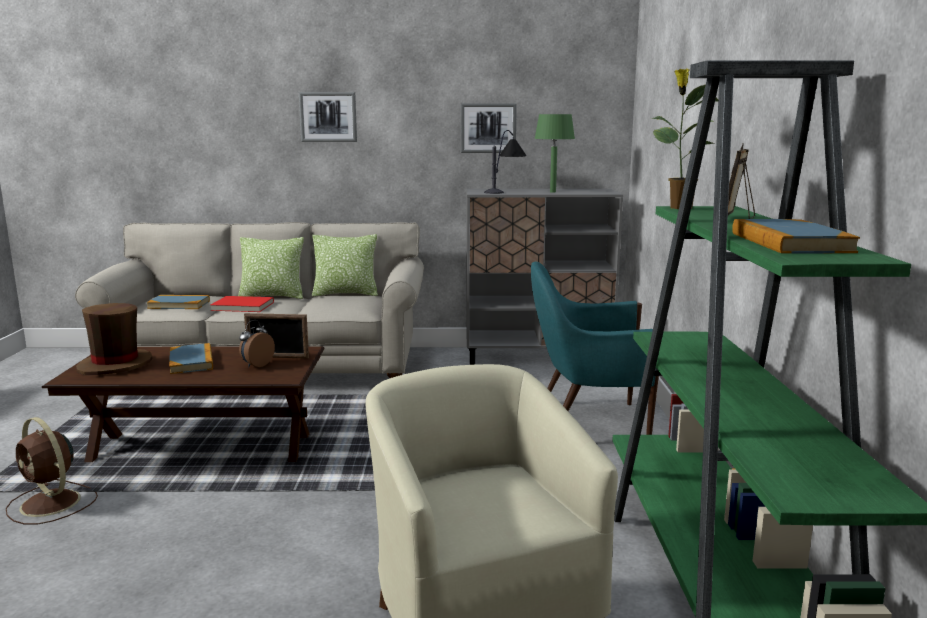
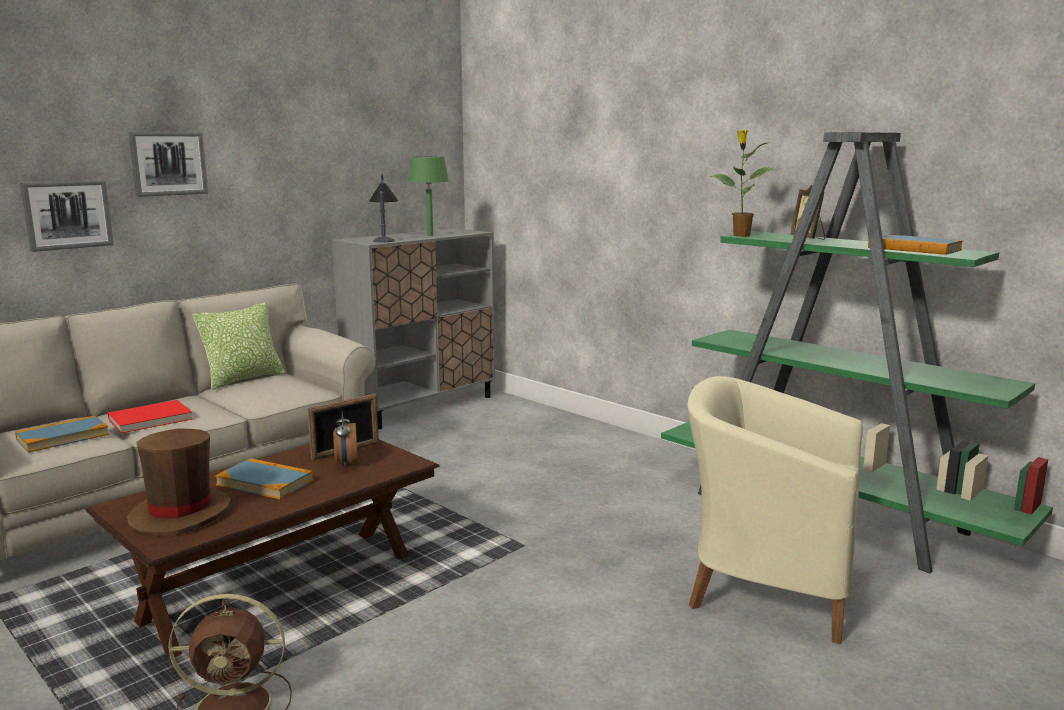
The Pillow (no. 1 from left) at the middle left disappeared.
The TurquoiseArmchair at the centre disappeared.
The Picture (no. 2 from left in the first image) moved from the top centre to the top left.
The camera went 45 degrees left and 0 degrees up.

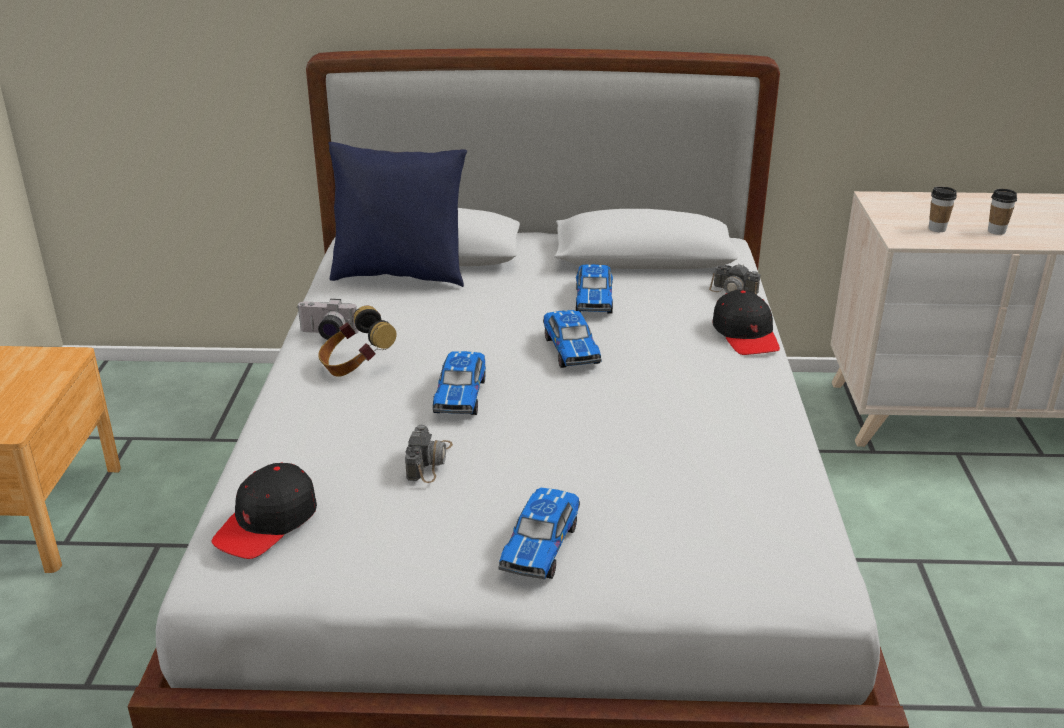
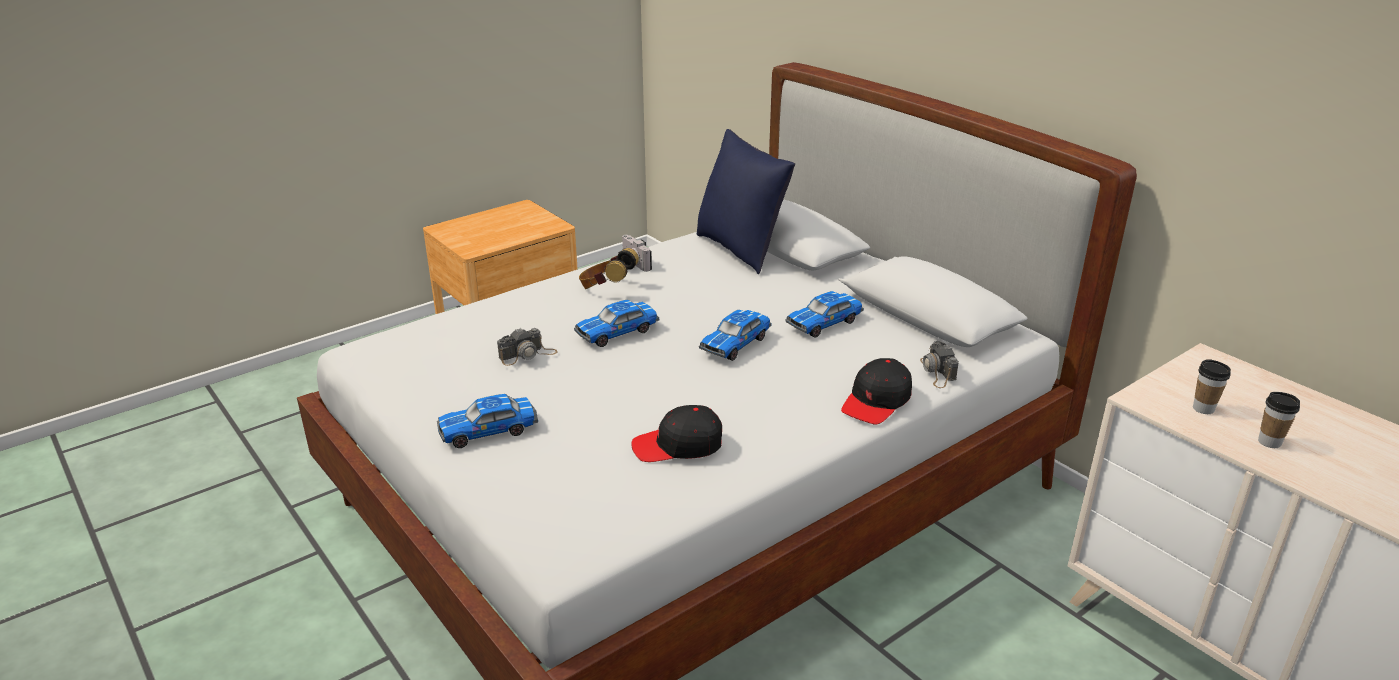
The BlackCap (no. 1 from left) moved from the bottom left to the centre.
The camera went 50 degrees right and 0 degrees up.

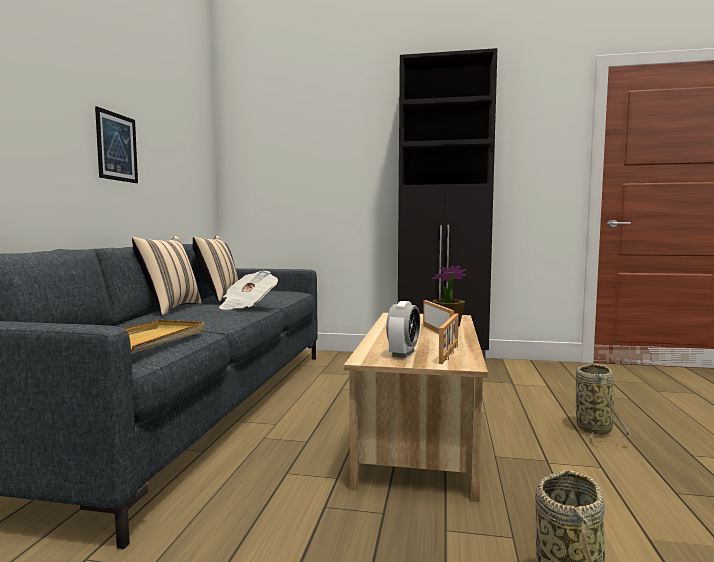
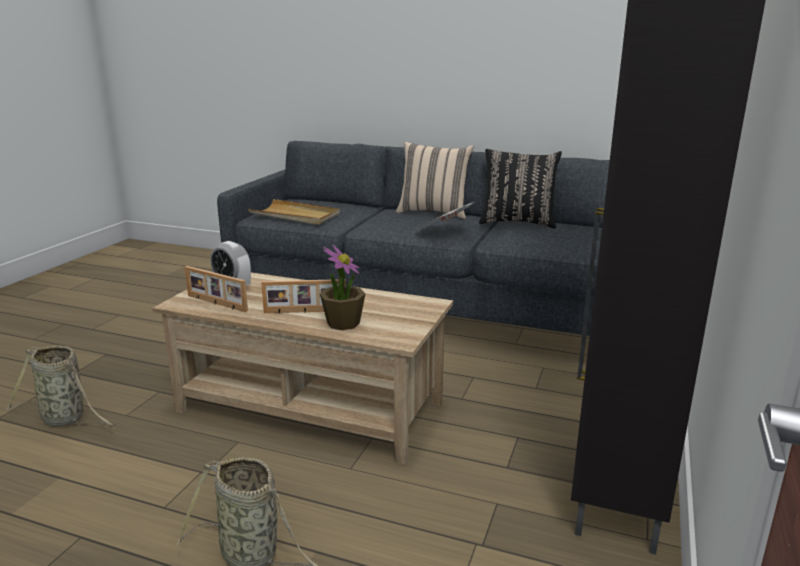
The Picture at the top left disappeared.
The BeigePillow (no. 2 from left) at the middle left became the BlackPillow at the centre.
The camera went 100 degrees right and 15 degrees up.

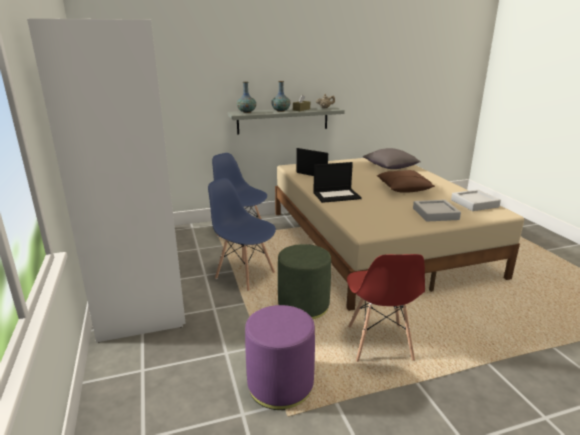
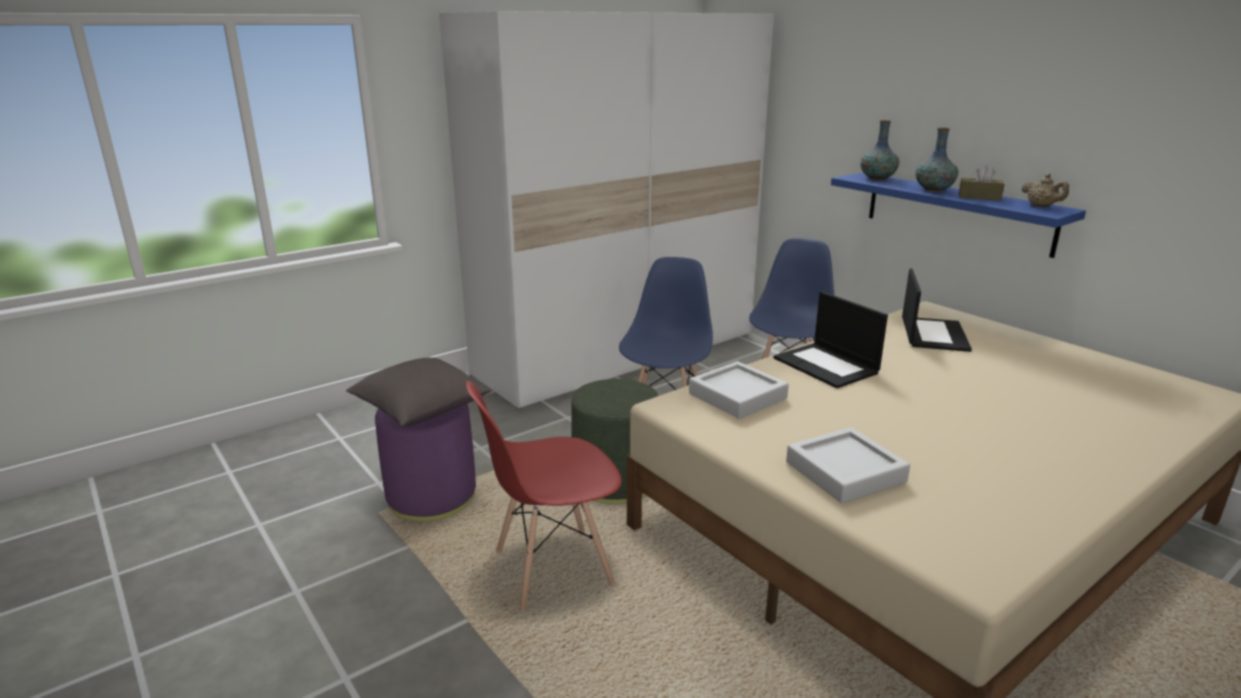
The BrownPillow at the middle right disappeared.
The GreyPillow moved from the middle right to the centre.
The GreyTray (no. 2 from left in the first image) moved from the middle right to the centre.
The GreyShelf at the top centre became the BlueShelf at the top right.
The camera went 70 degrees right and 0 degrees up.

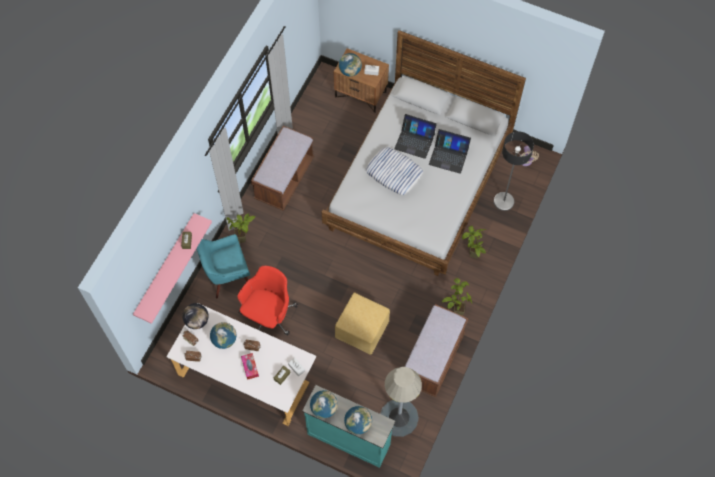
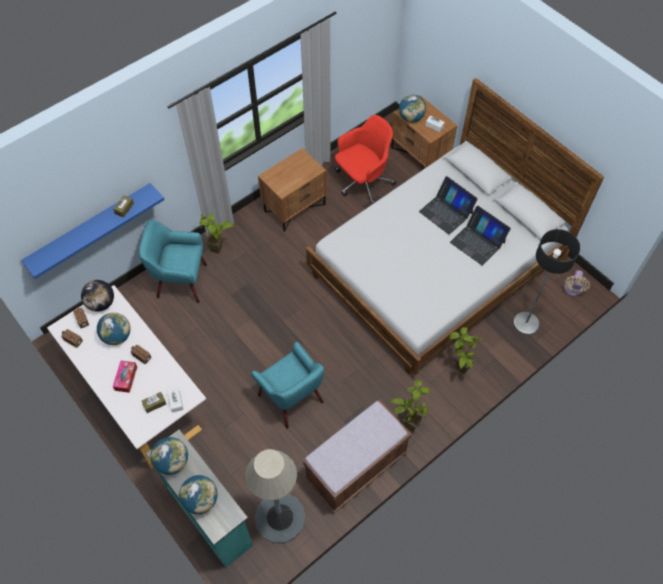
The Pillow at the centre disappeared.
The RedOfficeChair moved from the centre to the top centre.
The BrownBench (no. 1 from left) at the centre was replaced by the BrownNightstand (no. 1 from left) at the top centre.
The YellowOttoman at the bottom centre was replaced by the TurquoiseArmchair (no. 2 from left) at the centre.
The PinkShelf at the middle left became the BlueShelf at the middle left.
The camera went 25 degrees right and 5 degrees down.

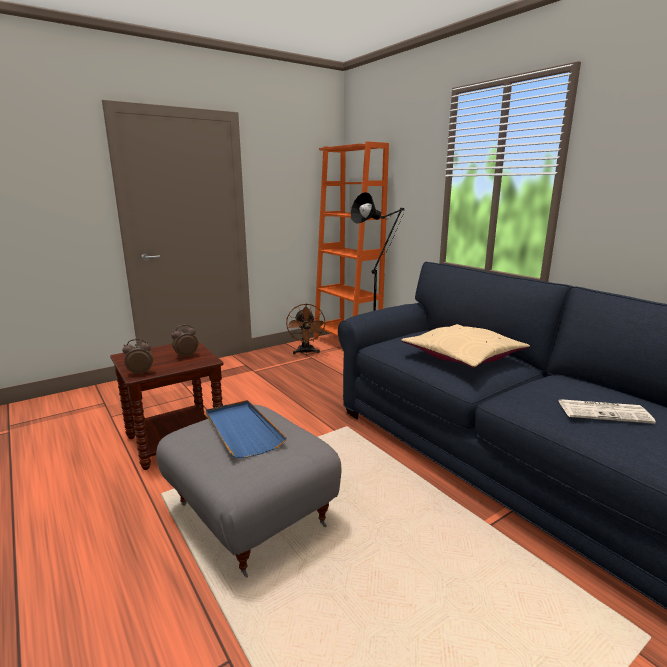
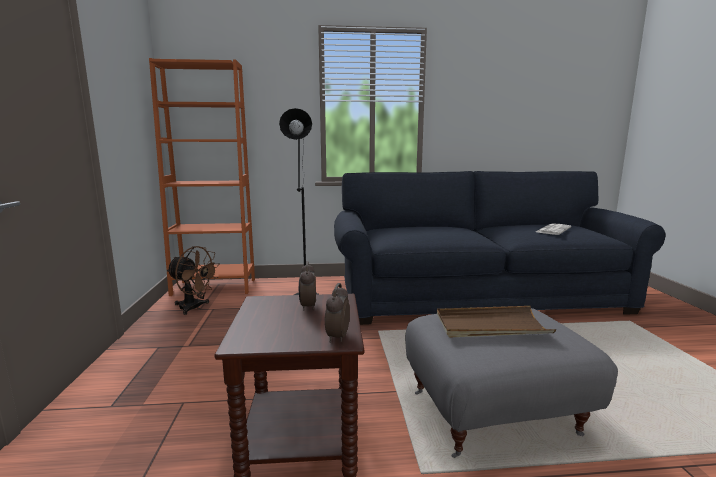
The BeigePillow at the middle right disappeared.
The BlueTray at the centre became the BrownTray at the bottom right.
The camera went 60 degrees left and 5 degrees down.

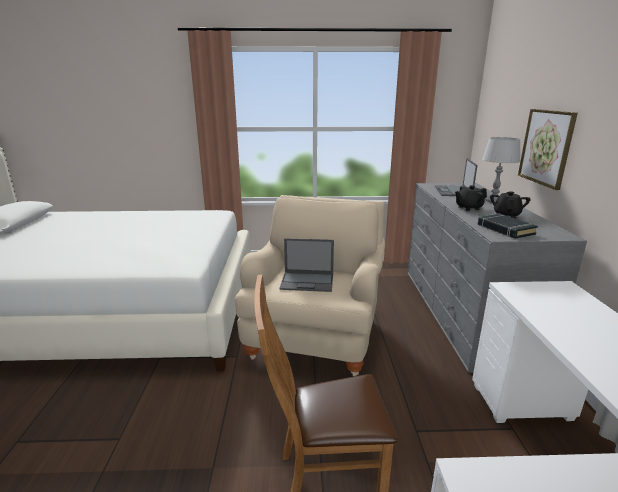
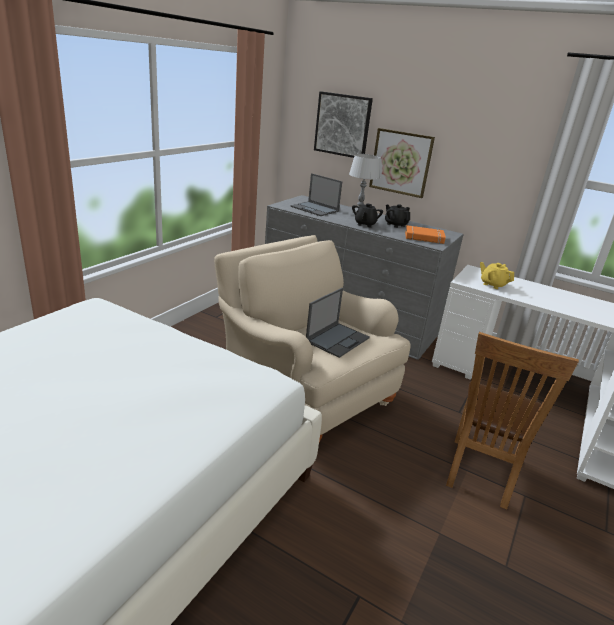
The Picture (no. 1 from left) at the top centre appeared.
The YellowTeapot at the middle right appeared.
The BlackBook at the middle right became the OrangeBook at the middle right.
The camera went 60 degrees left and 5 degrees up.

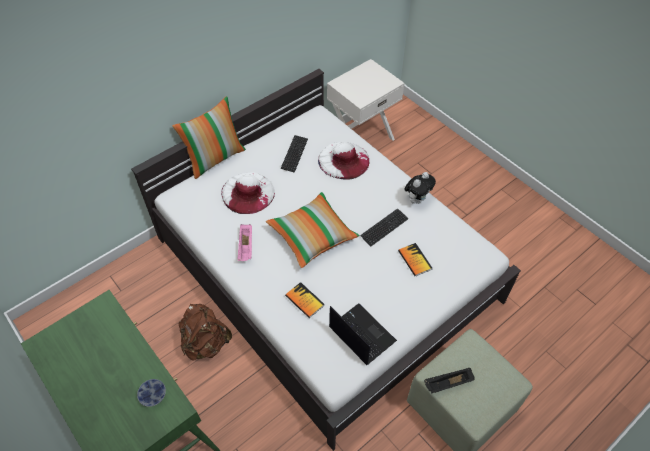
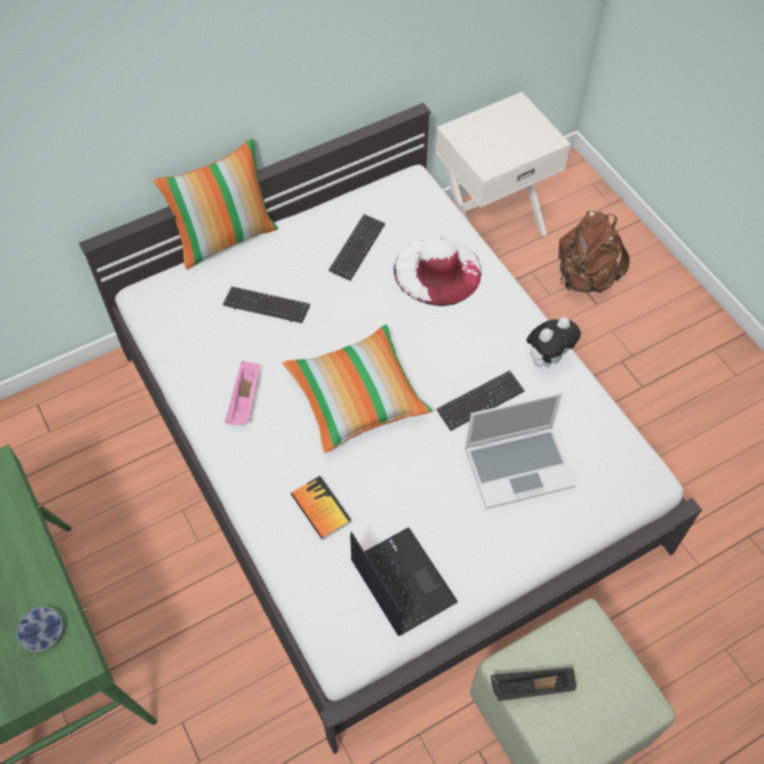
The BrownBackpack moved from the bottom left to the top right.
The WhiteHat (no. 1 from left) at the centre was replaced by the Keyboard (no. 1 from left) at the centre.
The Book (no. 2 from left) at the centre was replaced by the Laptop (no. 2 from left) at the middle right.
The camera went 10 degrees right and 5 degrees up.

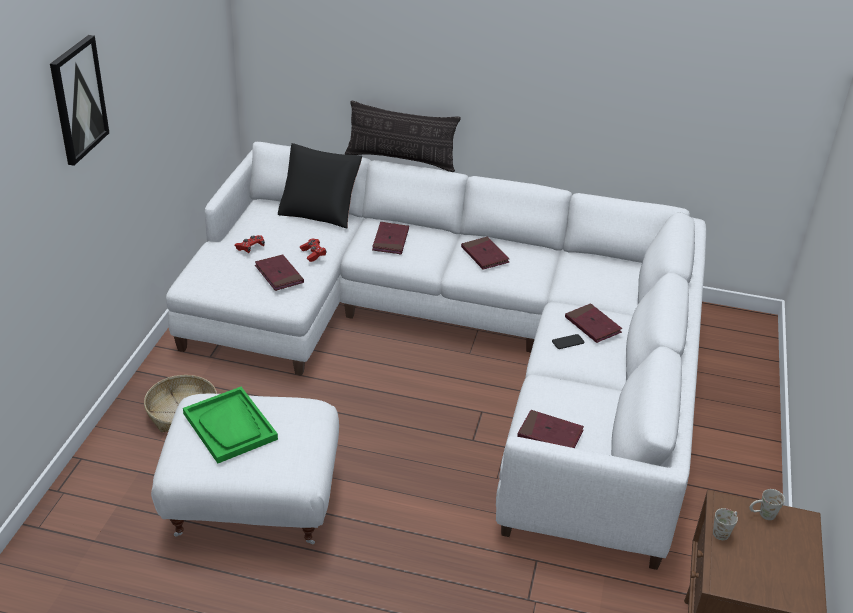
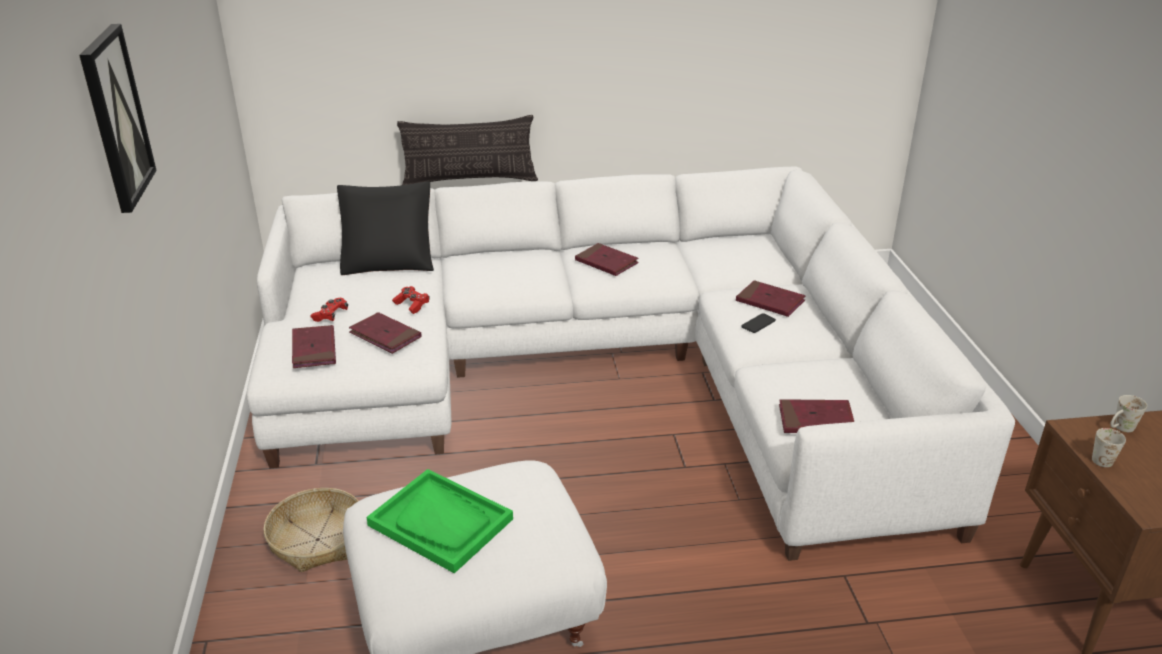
The RedBook (no. 2 from left in the first image) moved from the centre to the middle left.
The camera went 20 degrees left and 5 degrees down.

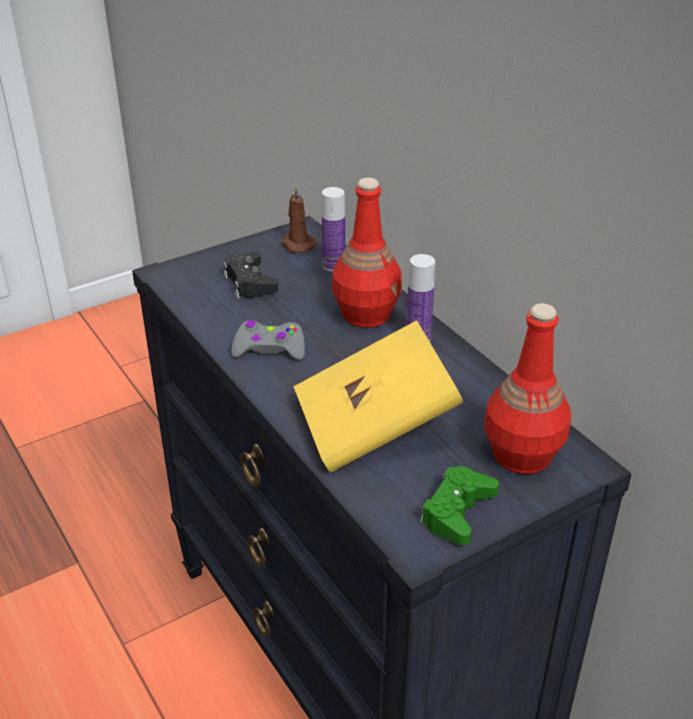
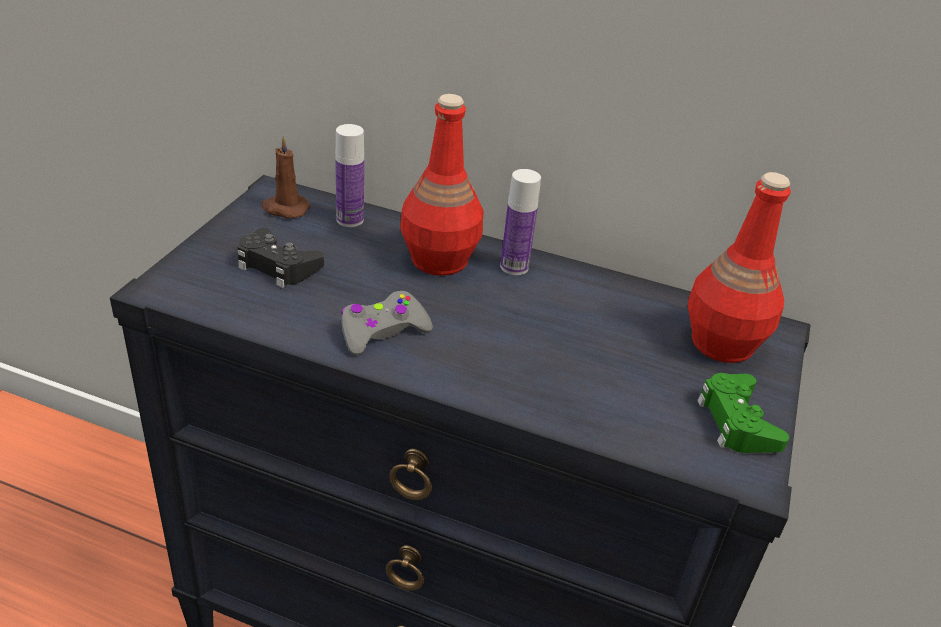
The YellowBook at the centre disappeared.
The camera went 40 degrees left and 0 degrees up.

